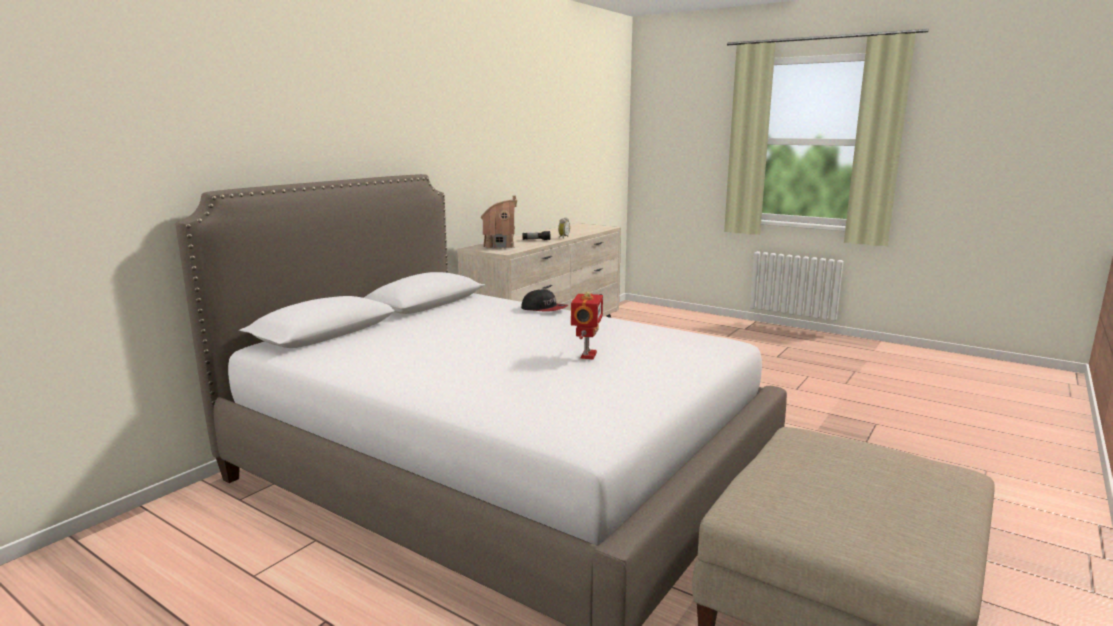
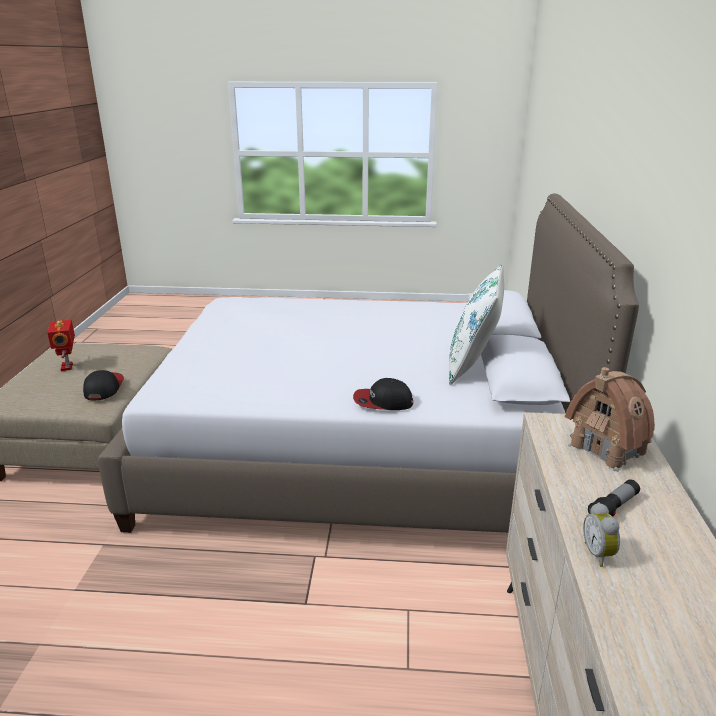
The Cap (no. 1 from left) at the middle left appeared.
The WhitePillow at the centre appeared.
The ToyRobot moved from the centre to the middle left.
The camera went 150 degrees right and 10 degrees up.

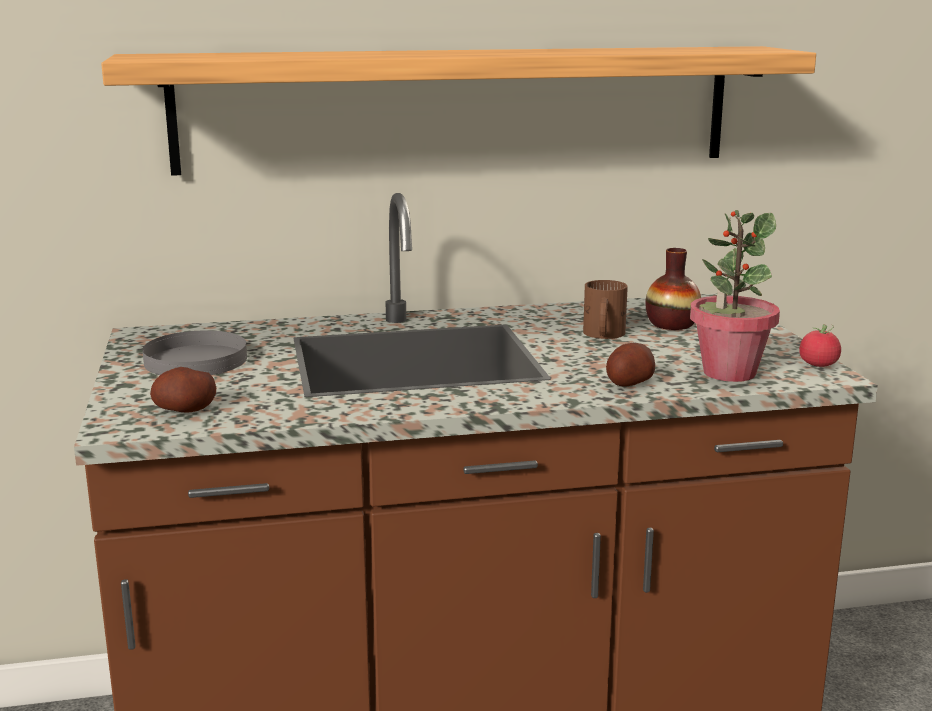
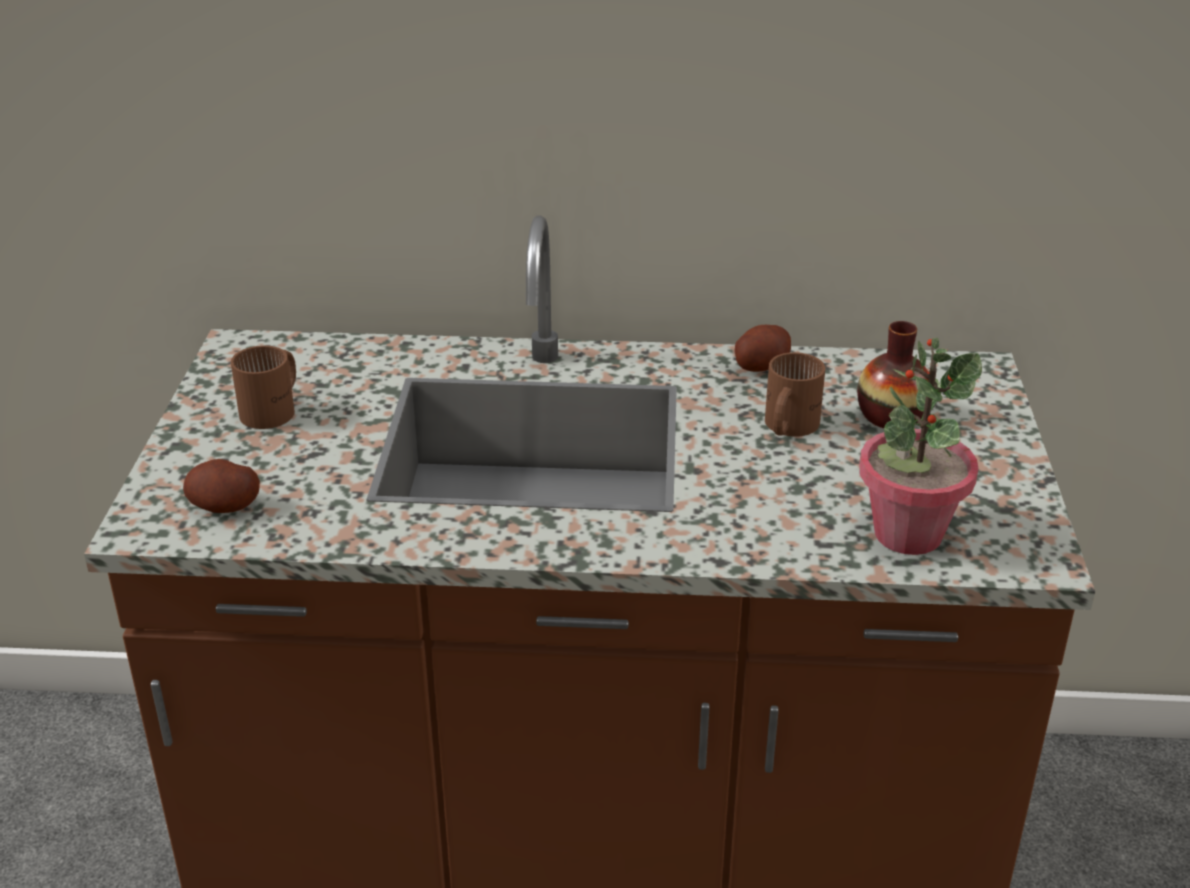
The Shelf at the top centre disappeared.
The Tomato at the middle right disappeared.
The Potato (no. 2 from left) moved from the middle right to the centre.
The GreyPlate at the middle left was replaced by the BrownMug (no. 1 from left) at the middle left.
The camera went 15 degrees right and 15 degrees up.

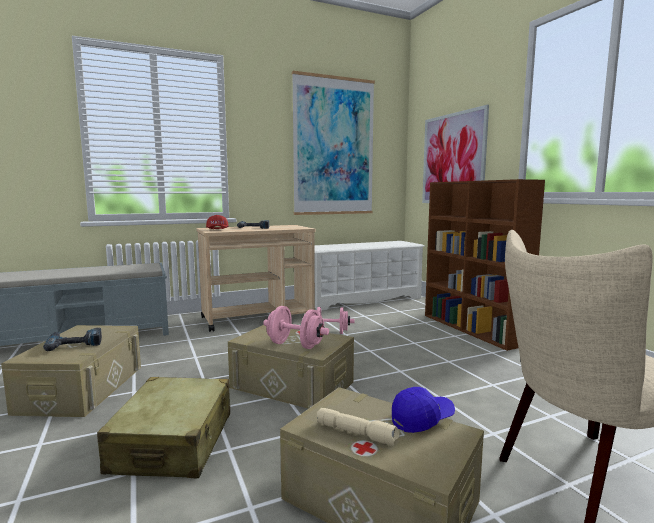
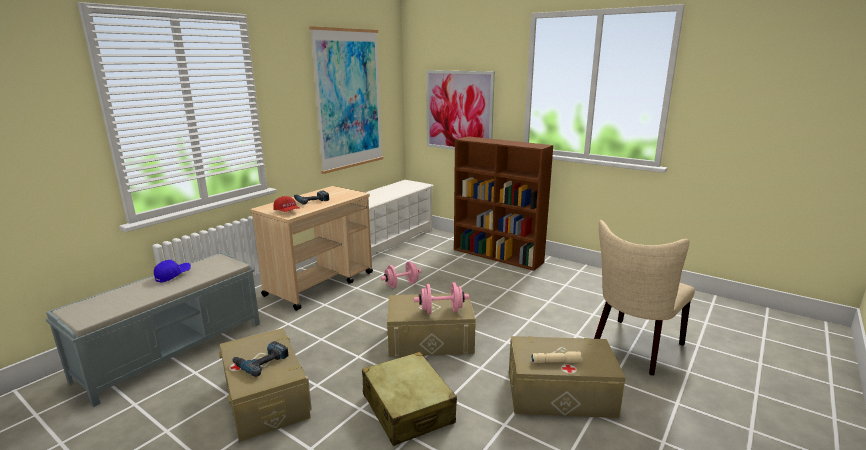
The BlueCap moved from the bottom centre to the middle left.
The camera went 30 degrees left and 10 degrees up.

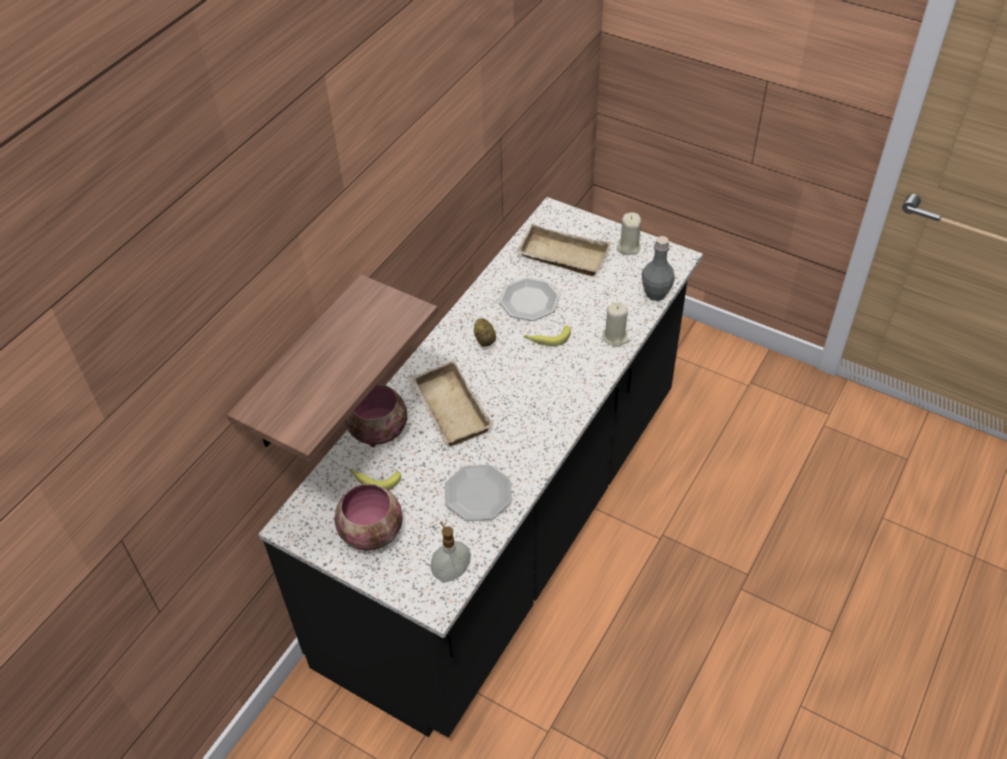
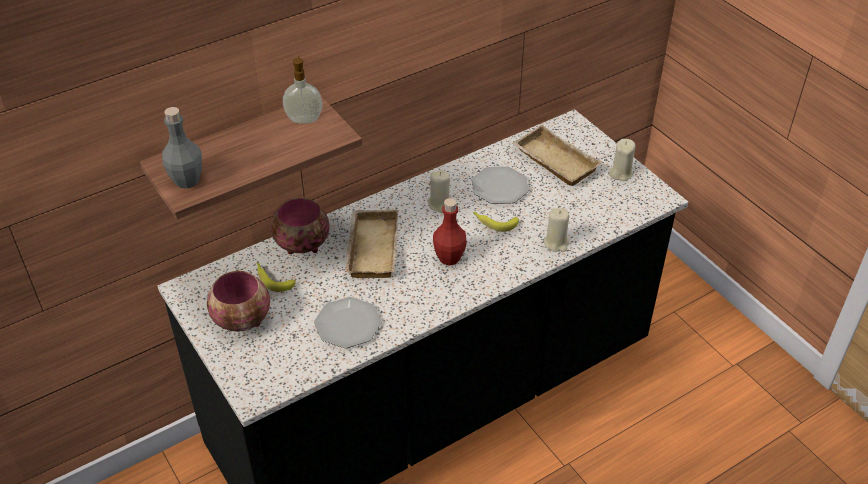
The RedBottle at the centre appeared.
The SoapDispenser moved from the bottom centre to the top centre.
The GreyBottle moved from the centre to the top left.
The Potato at the centre was replaced by the BeigeCandle (no. 1 from left) at the centre.
The camera went 25 degrees right and 5 degrees down.

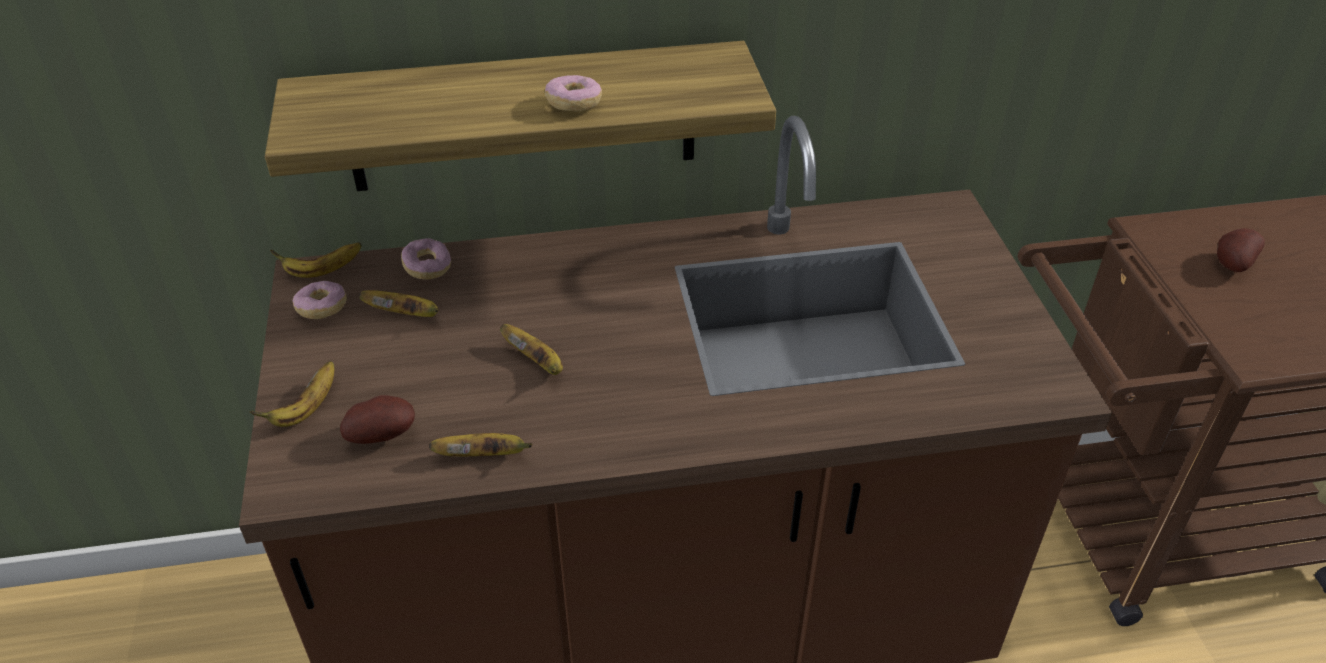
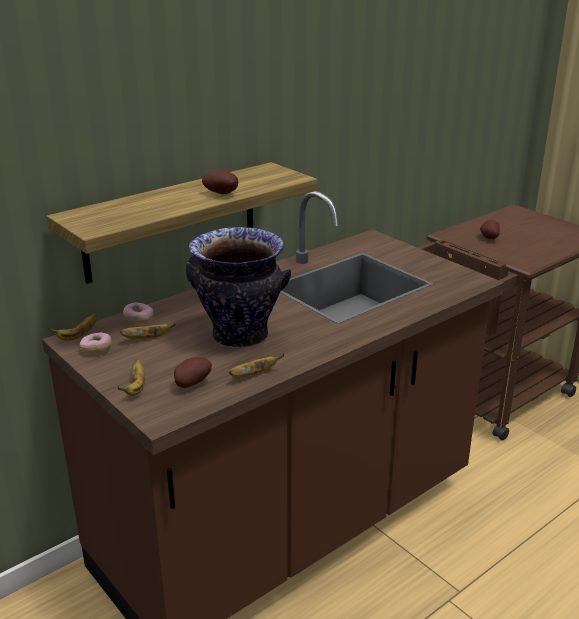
The Banana (no. 5 from left) at the centre was replaced by the Vase at the centre.
The Donut (no. 3 from left) at the top centre was replaced by the Potato (no. 2 from left) at the top centre.
The camera went 30 degrees left and 15 degrees down.

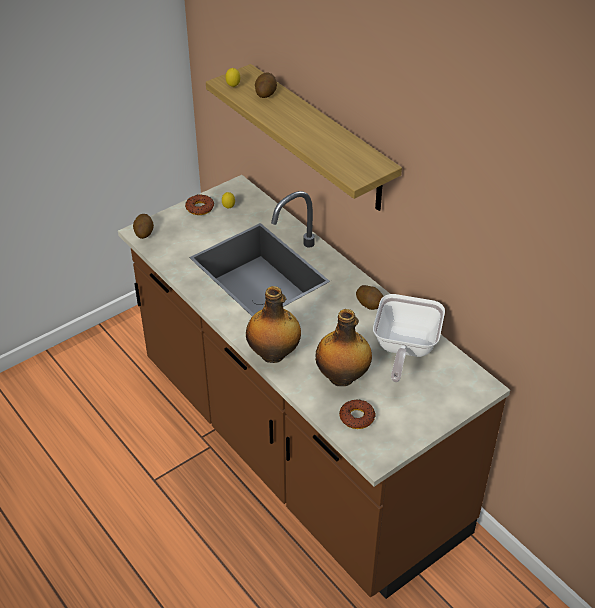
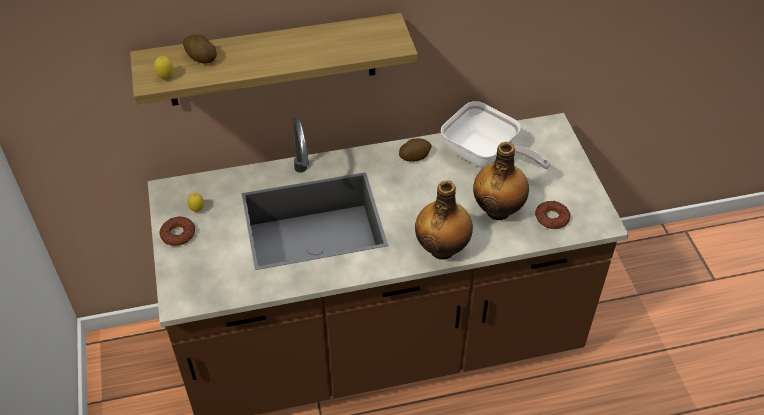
The Potato (no. 1 from left) at the middle left disappeared.
The camera went 65 degrees left and 5 degrees up.

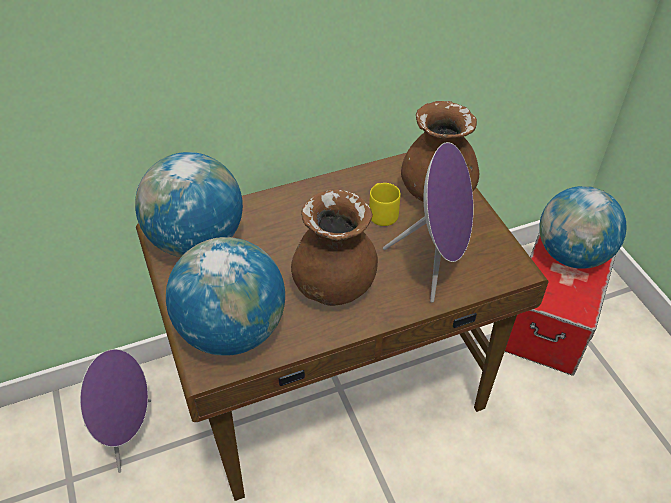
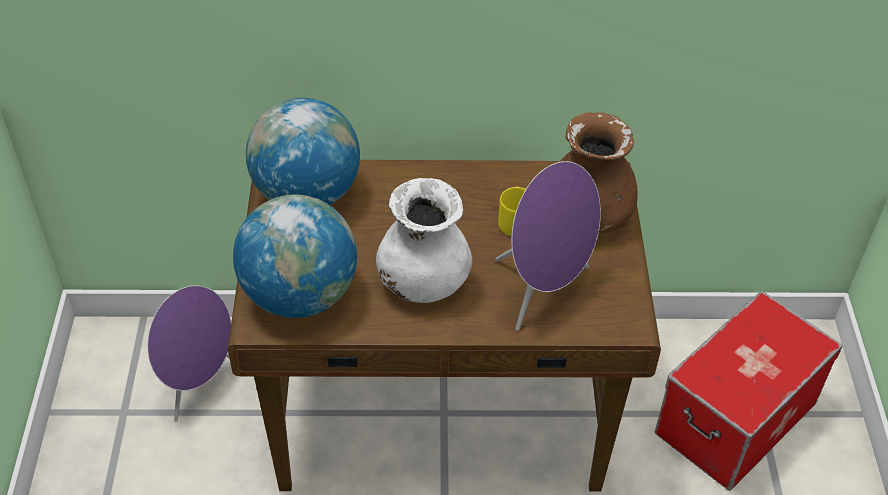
The Globe (no. 3 from left) at the middle right disappeared.
The BrownVase (no. 1 from left) at the centre became the WhiteVase at the centre.
The camera went 20 degrees right and 0 degrees up.

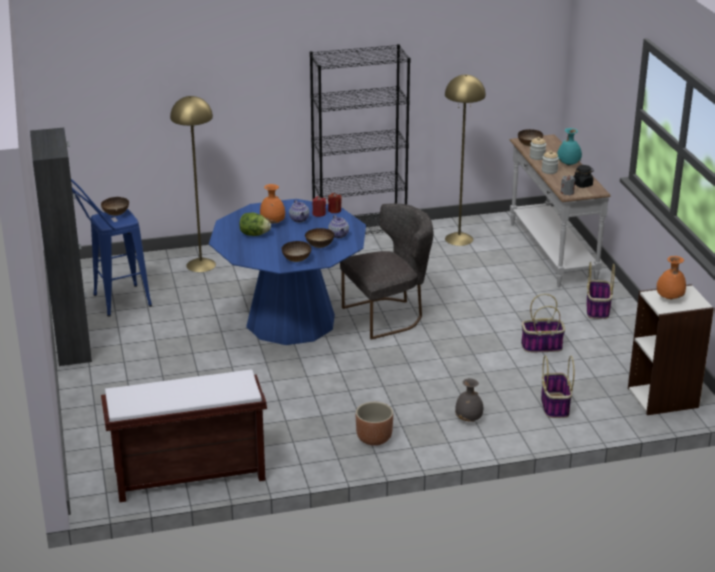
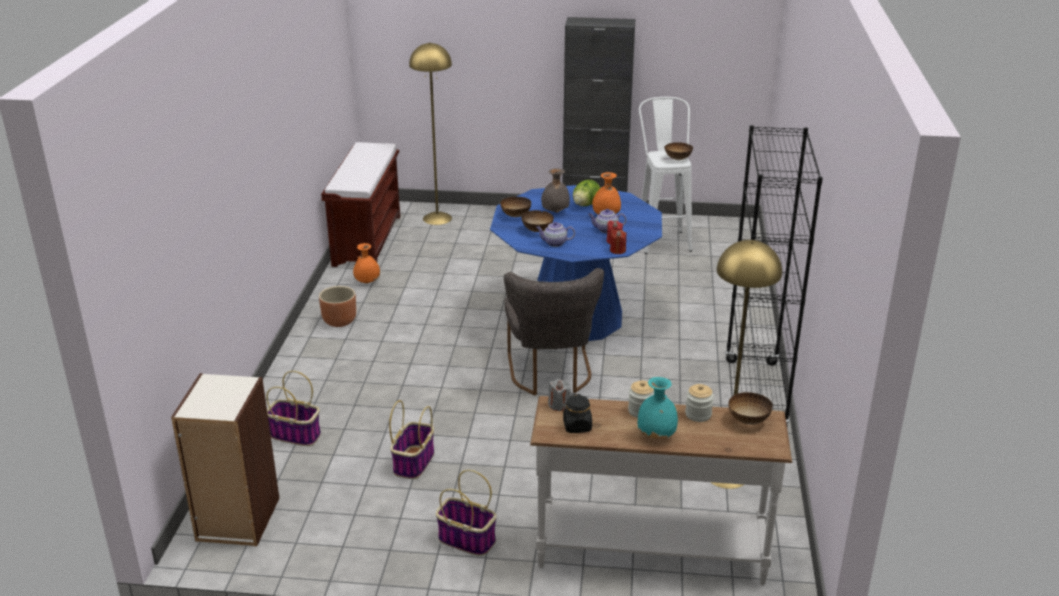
The YellowFloorLamp (no. 1 from left) moved from the top left to the top centre.
The GreyVase moved from the bottom centre to the top centre.
The OrangeVase (no. 2 from left in the first image) moved from the middle right to the centre.
The BlueStool at the middle left became the WhiteStool at the top centre.
The camera went 110 degrees right and 0 degrees up.

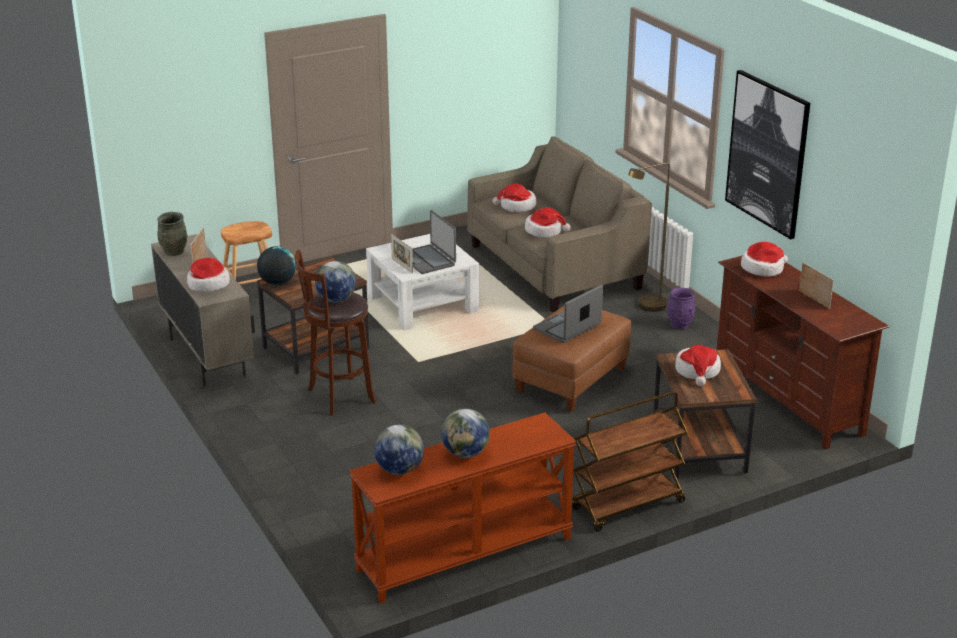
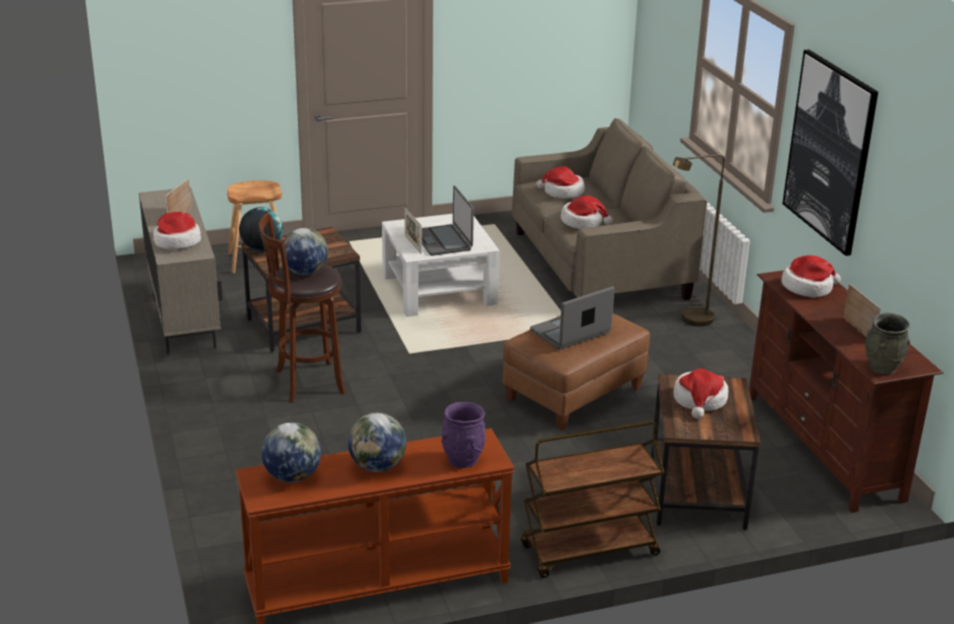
The GreyVase moved from the middle left to the middle right.
The PurpleVase moved from the middle right to the bottom centre.
The camera went 10 degrees right and 0 degrees up.

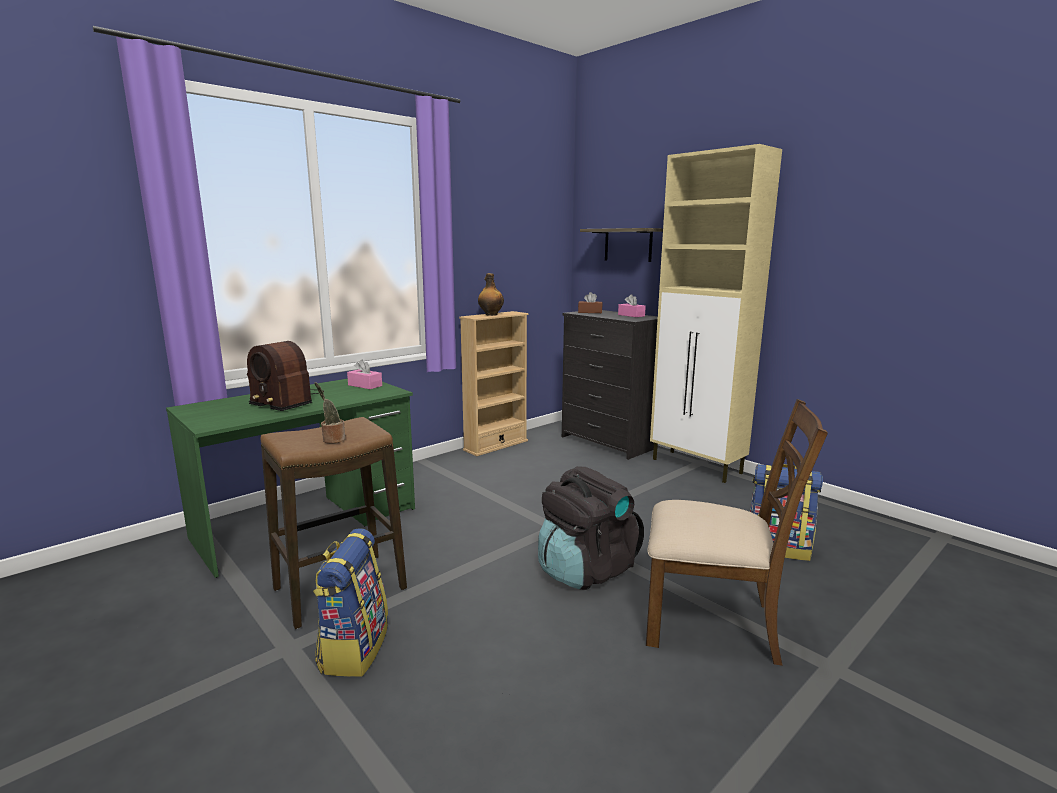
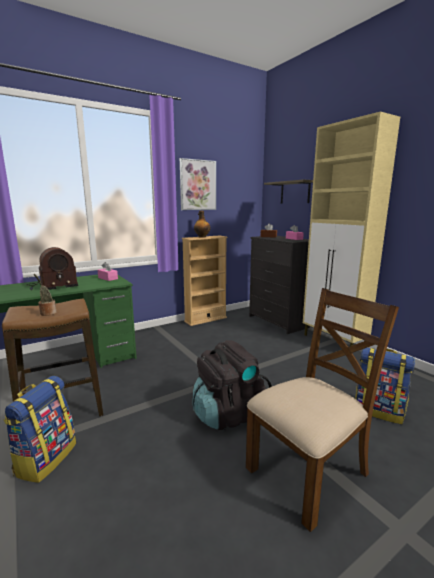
The Picture at the top centre appeared.
The Radio at the middle left turned 75 degrees counterclockwise.
The BrownChair at the bottom right turned 60 degrees counterclockwise.
The camera went 10 degrees right and 0 degrees up.

